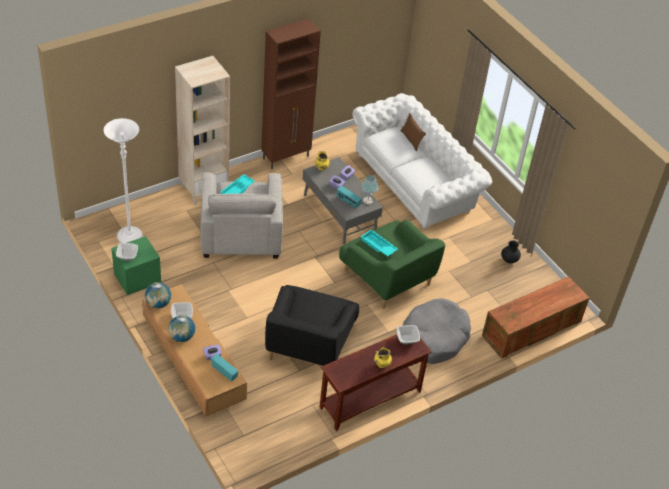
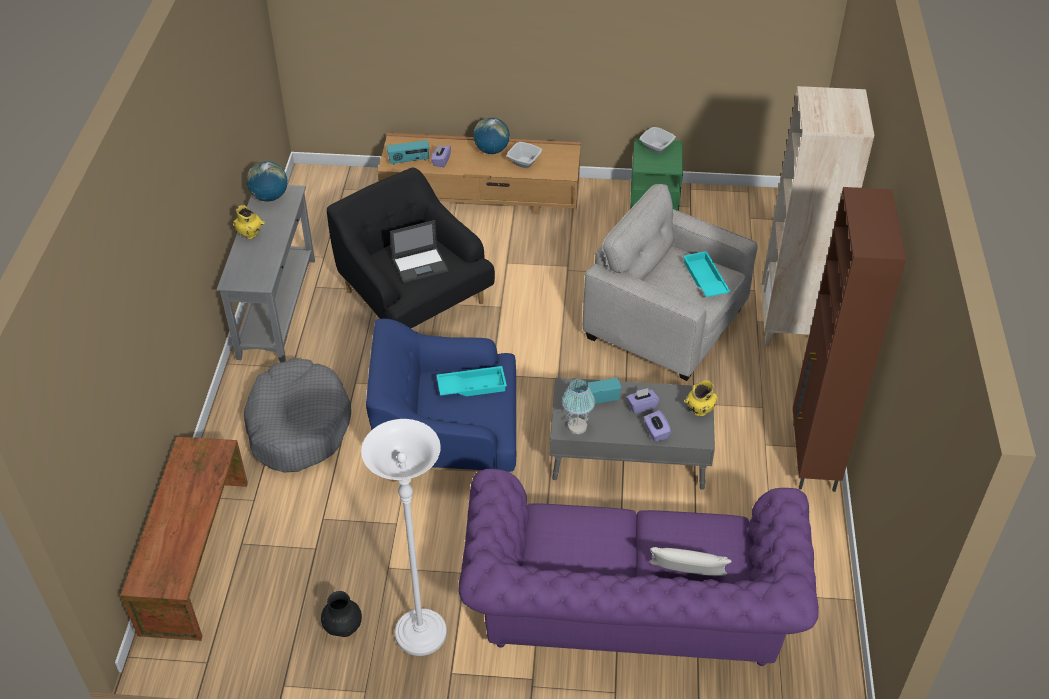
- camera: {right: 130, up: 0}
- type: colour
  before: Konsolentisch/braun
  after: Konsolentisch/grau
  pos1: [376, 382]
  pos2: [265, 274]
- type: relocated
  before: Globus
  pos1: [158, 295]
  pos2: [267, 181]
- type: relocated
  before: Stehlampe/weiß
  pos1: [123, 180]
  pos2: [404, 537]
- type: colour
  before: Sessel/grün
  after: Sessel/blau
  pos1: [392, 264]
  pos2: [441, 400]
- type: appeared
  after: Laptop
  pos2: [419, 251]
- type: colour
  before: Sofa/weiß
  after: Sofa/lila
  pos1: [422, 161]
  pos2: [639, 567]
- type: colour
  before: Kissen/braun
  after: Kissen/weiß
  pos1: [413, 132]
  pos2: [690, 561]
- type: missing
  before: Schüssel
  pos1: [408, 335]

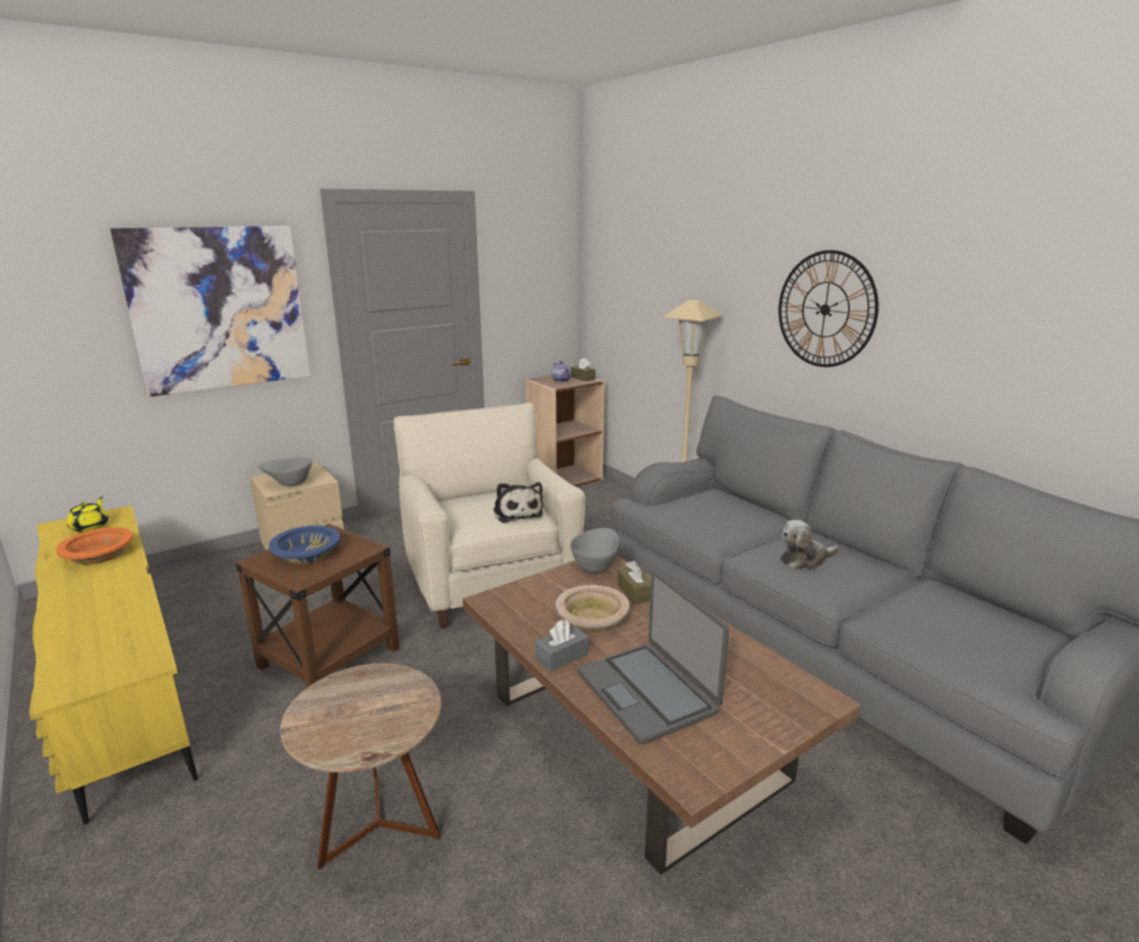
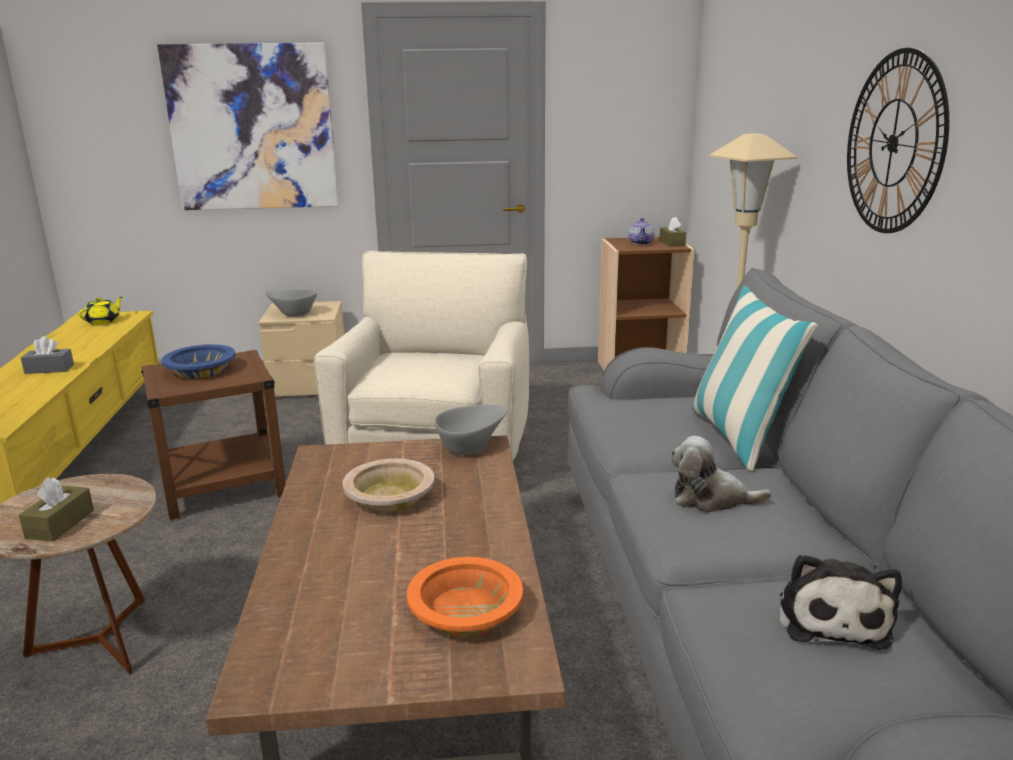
- camera: {right: 30, up: 0}
- type: relocated
  before: Taschentuchbox/braun
  pos1: [634, 583]
  pos2: [56, 509]
- type: relocated
  before: Taschentuchbox/grau
  pos1: [562, 646]
  pos2: [47, 355]
- type: relocated
  before: Schüssel/orange
  pos1: [94, 546]
  pos2: [465, 597]
- type: appeared
  after: Kissen
  pos2: [755, 378]
- type: relocated
  before: Plüschtier
  pos1: [518, 502]
  pos2: [841, 602]
- type: missing
  before: Laptop
  pos1: [653, 657]

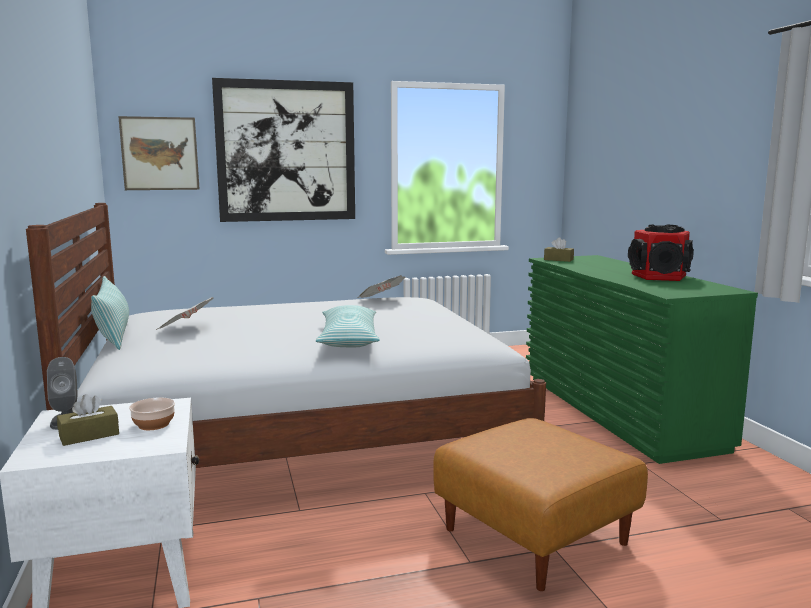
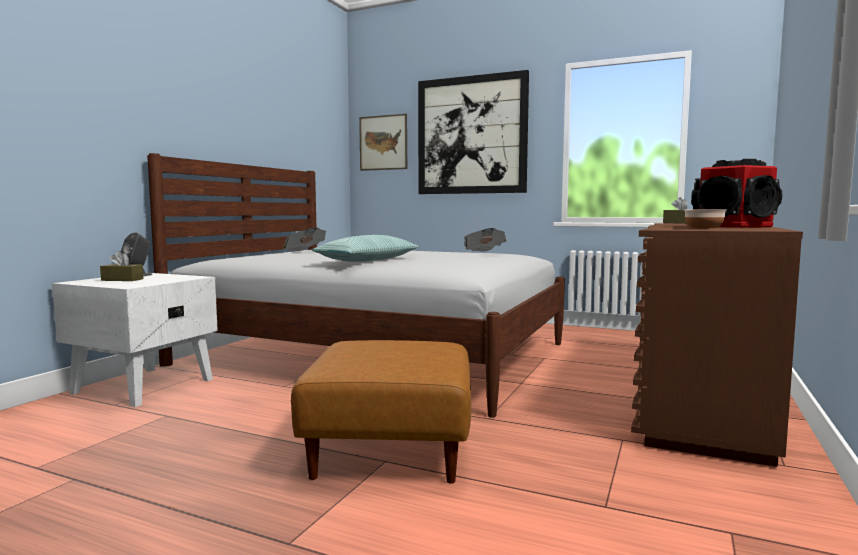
- camera: {right: 40, up: -5}
- type: colour
  before: Kommode/grün
  after: Kommode/braun
  pos1: [642, 359]
  pos2: [717, 345]
- type: relocated
  before: Schüssel
  pos1: [152, 413]
  pos2: [705, 219]
- type: missing
  before: Kissen
  pos1: [110, 313]

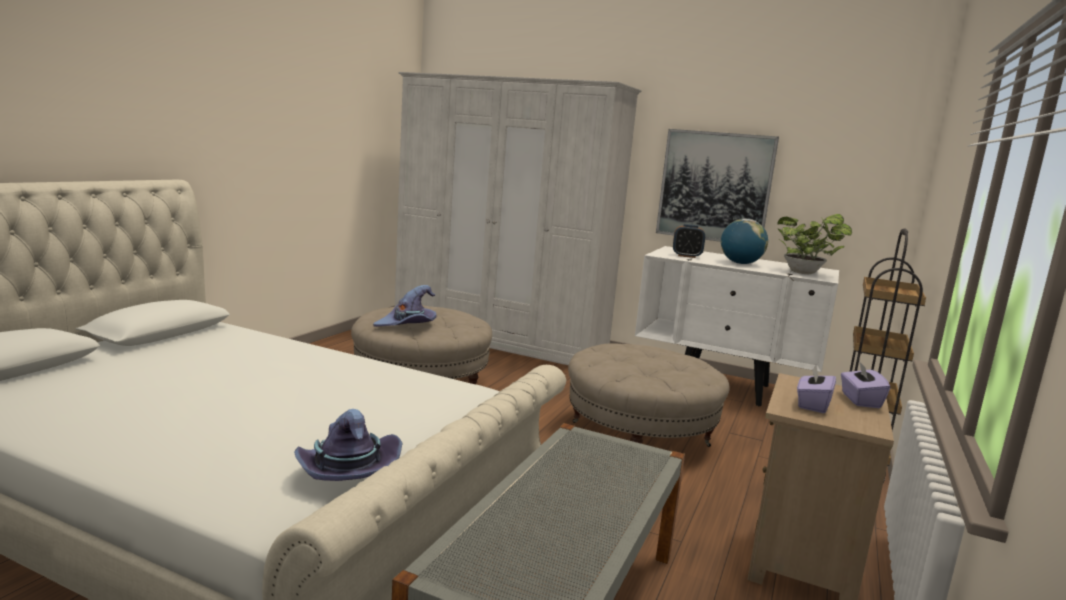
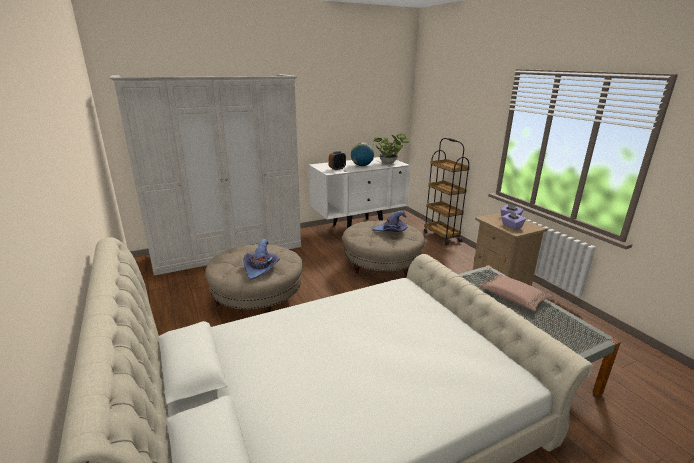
- camera: {right: -50, up: 10}
- type: relocated
  before: Hut/lila
  pos1: [348, 445]
  pos2: [390, 221]
- type: appeared
  after: Kissen/beige
  pos2: [516, 292]
- type: missing
  before: Bild
  pos1: [717, 185]

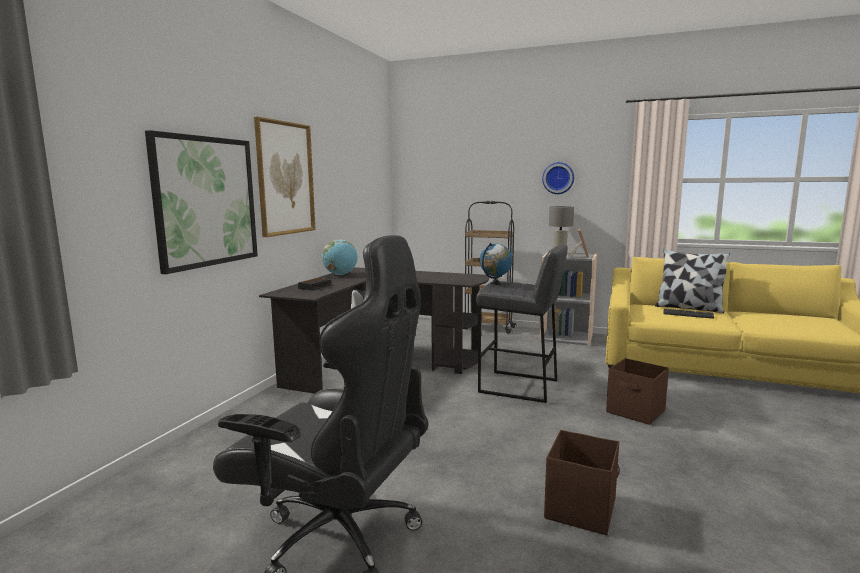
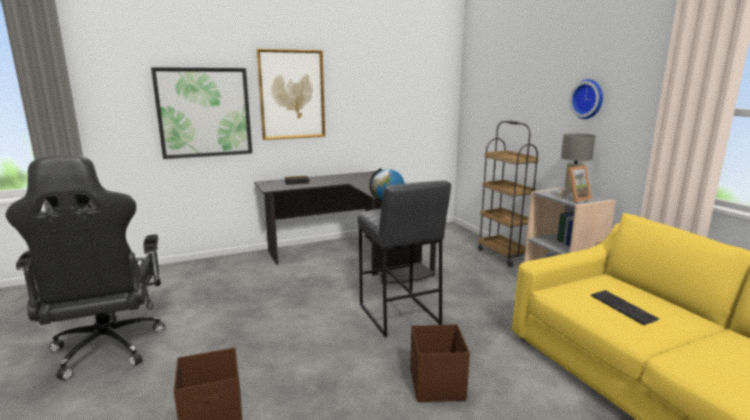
- camera: {right: 45, up: 5}
- type: missing
  before: Globus
  pos1: [339, 257]
- type: missing
  before: Kissen
  pos1: [692, 281]

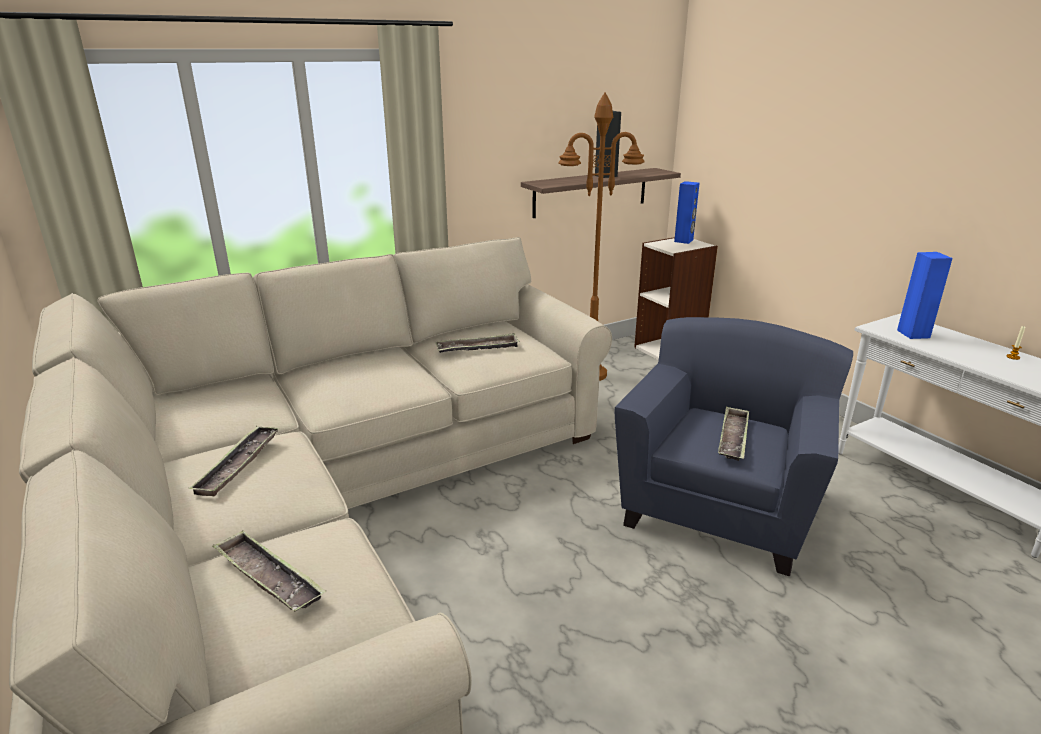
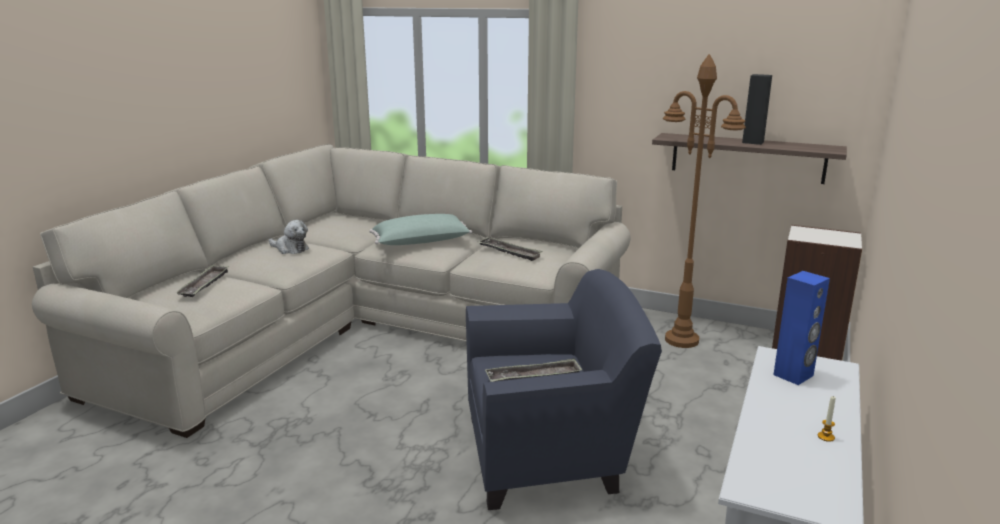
- camera: {right: 55, up: -5}
- type: exchanged
  before: Tablett
  after: Plüschtier
  pos1: [234, 461]
  pos2: [289, 237]
- type: appeared
  after: Kissen/grün
  pos2: [420, 229]
- type: missing
  before: Lautsprecher/blau
  pos1: [687, 212]

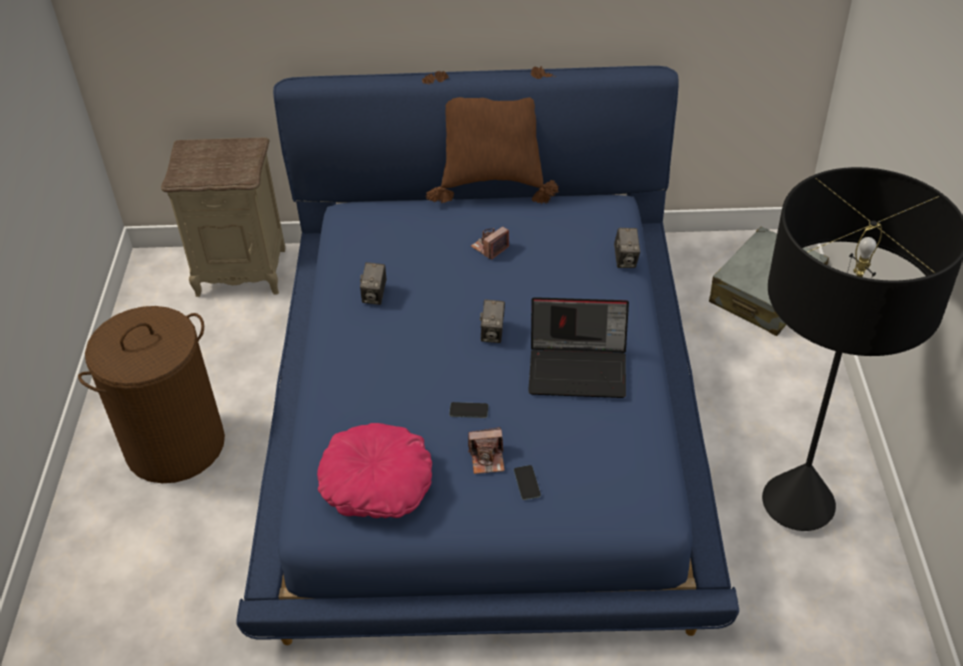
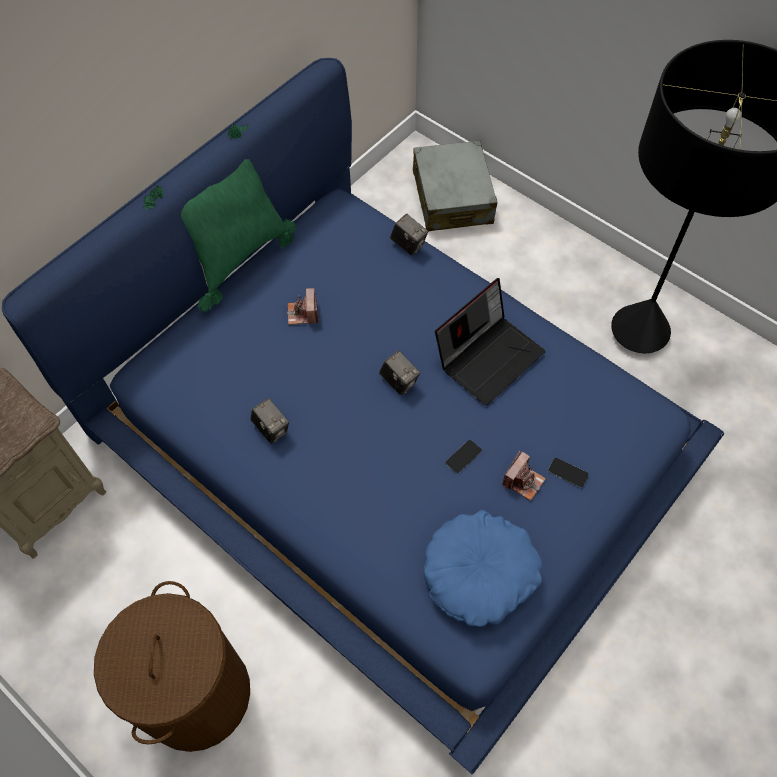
- camera: {right: -50, up: 15}
- type: colour
  before: Kissen/braun
  after: Kissen/grün
  pos1: [490, 135]
  pos2: [220, 217]
- type: colour
  before: Kissen/rosa
  after: Kissen/blau
  pos1: [374, 470]
  pos2: [482, 568]

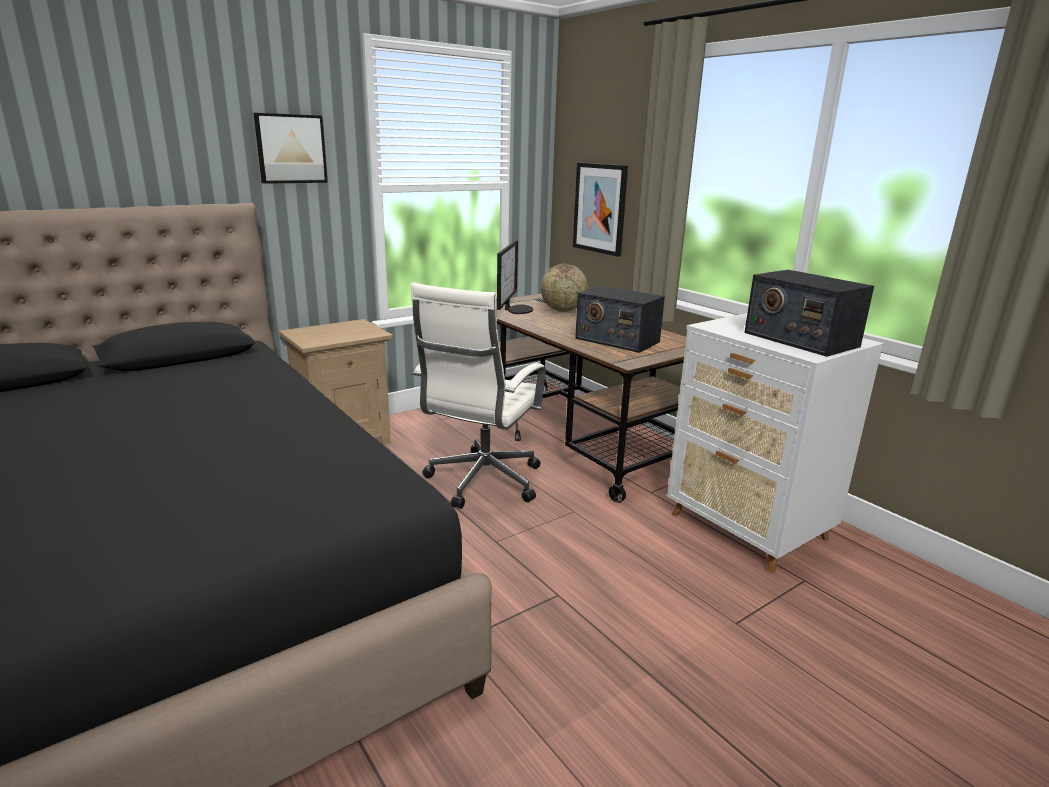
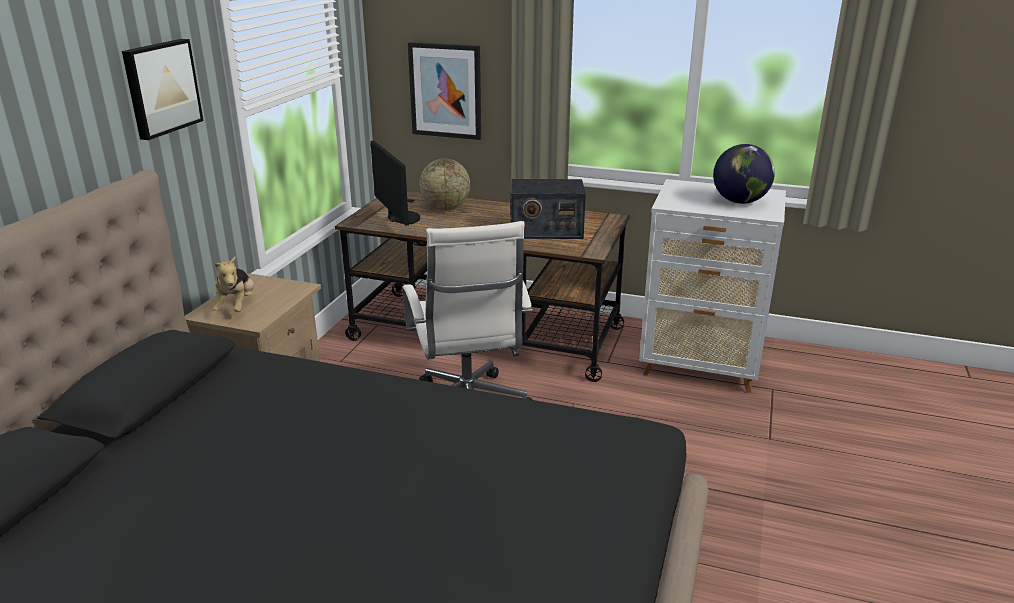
- camera: {right: -35, up: 5}
- type: appeared
  after: Plüschtier
  pos2: [233, 284]
- type: exchanged
  before: Radio
  after: Globus
  pos1: [809, 313]
  pos2: [744, 174]

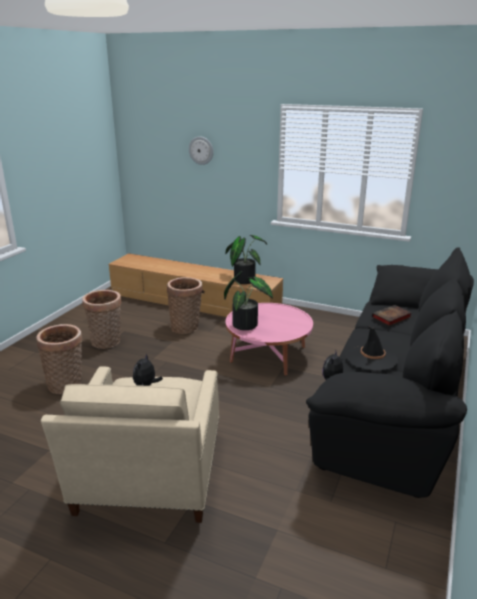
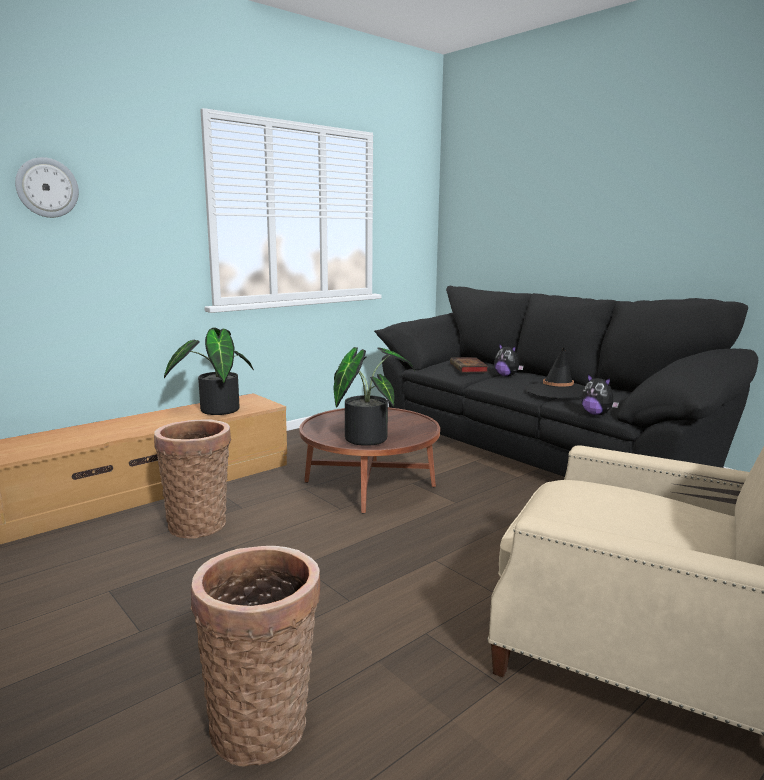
- camera: {right: -65, up: -10}
- type: colour
  before: Couchtisch/rosa
  after: Couchtisch/braun
  pos1: [269, 339]
  pos2: [369, 461]
- type: relocated
  before: Plüschtier
  pos1: [148, 370]
  pos2: [509, 360]
- type: missing
  before: Korb
  pos1: [101, 319]

